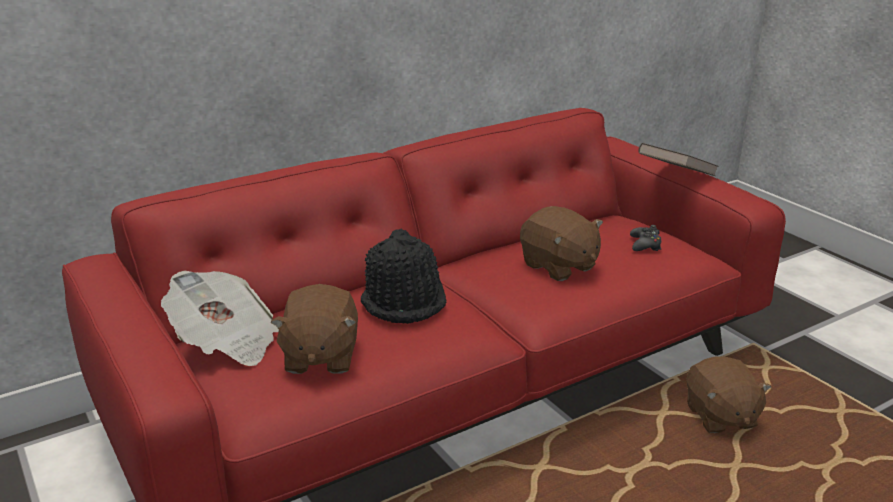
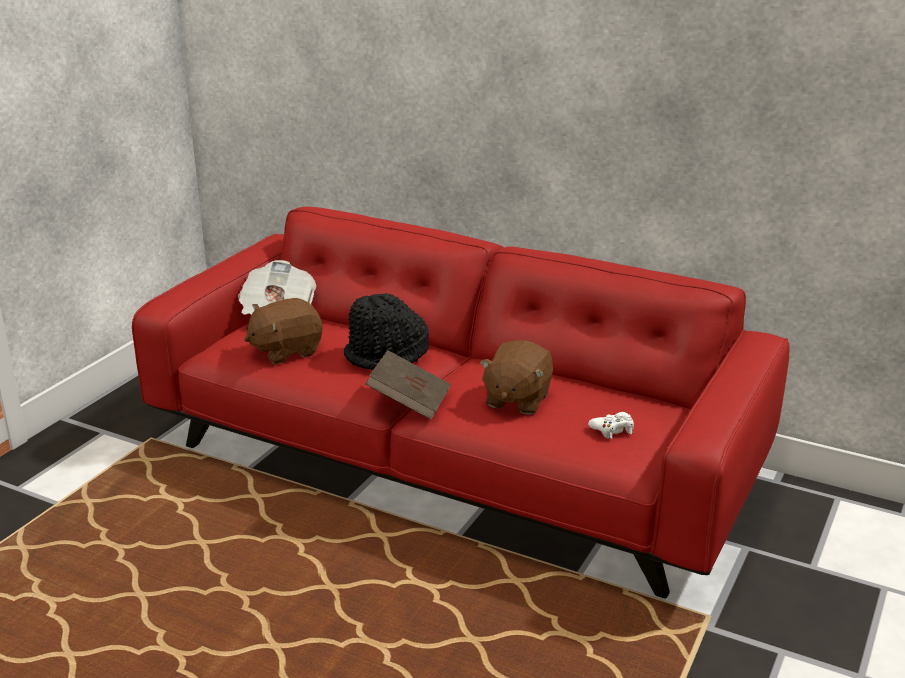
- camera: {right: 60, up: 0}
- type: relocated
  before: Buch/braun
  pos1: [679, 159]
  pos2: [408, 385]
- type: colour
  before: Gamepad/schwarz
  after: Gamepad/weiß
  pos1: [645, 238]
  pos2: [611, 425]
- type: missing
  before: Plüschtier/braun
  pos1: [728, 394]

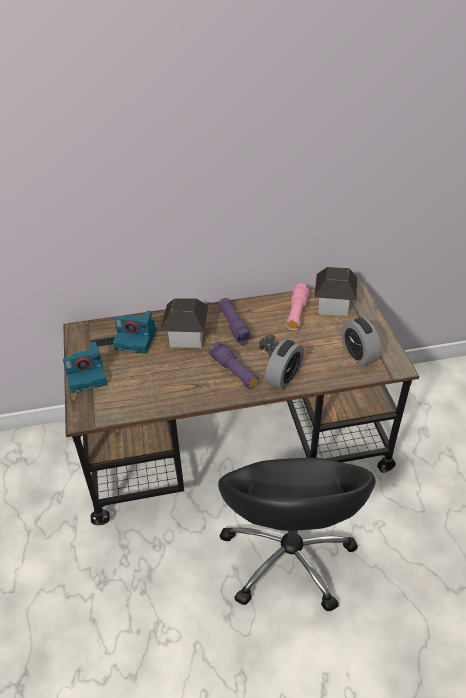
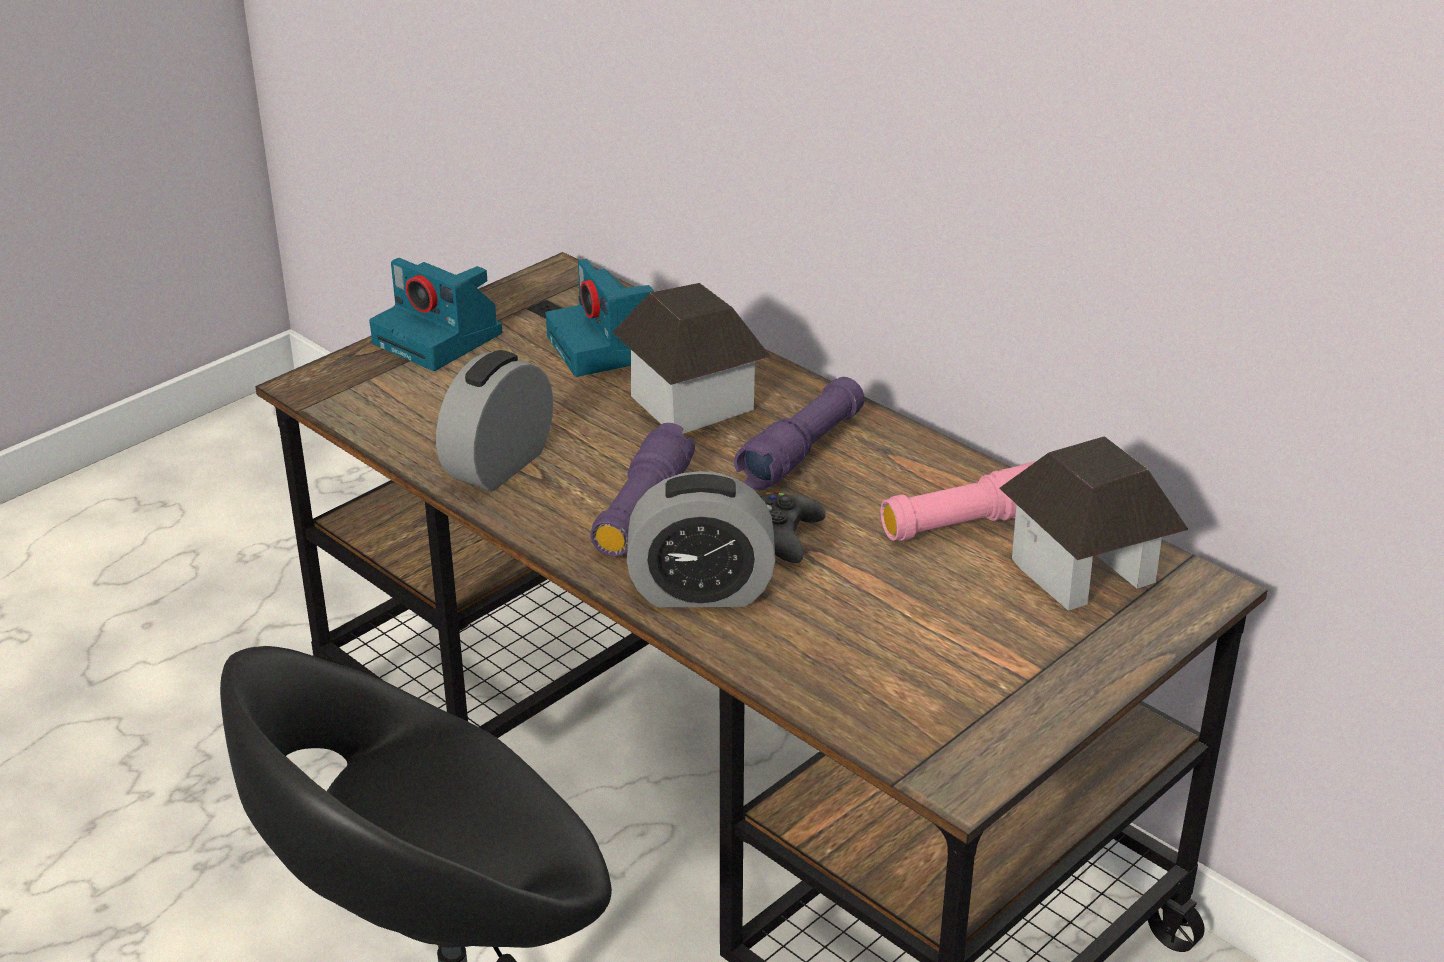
- camera: {right: 55, up: -10}
- type: relocated
  before: Wecker
  pos1: [361, 341]
  pos2: [494, 420]

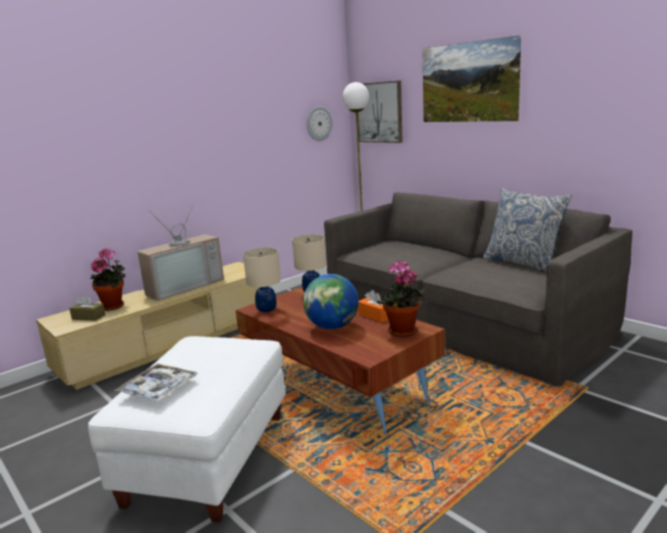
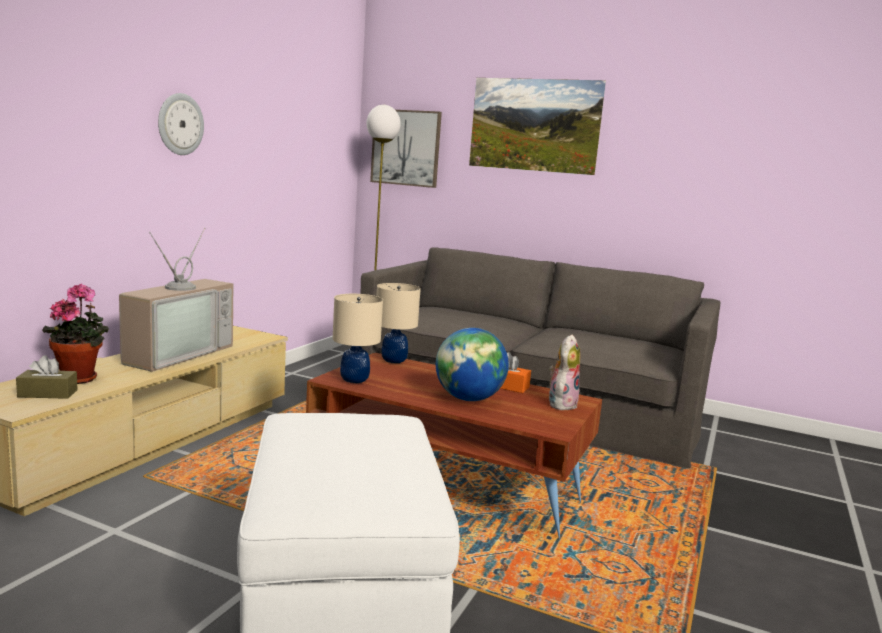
- camera: {right: -25, up: -5}
- type: relocated
  before: Wanduhr
  pos1: [319, 123]
  pos2: [181, 124]
- type: exchanged
  before: Topfpflanze
  after: Plüschtier
  pos1: [401, 298]
  pos2: [565, 372]
- type: missing
  before: Tablett
  pos1: [156, 382]
- type: missing
  before: Kissen
  pos1: [527, 230]

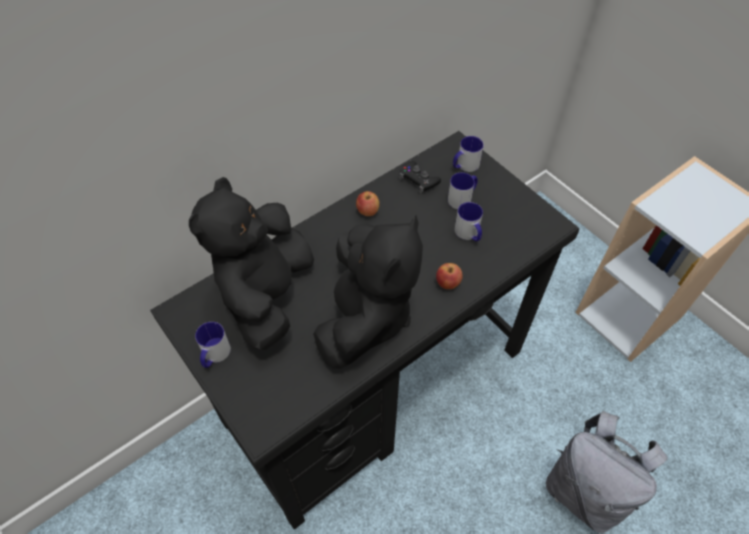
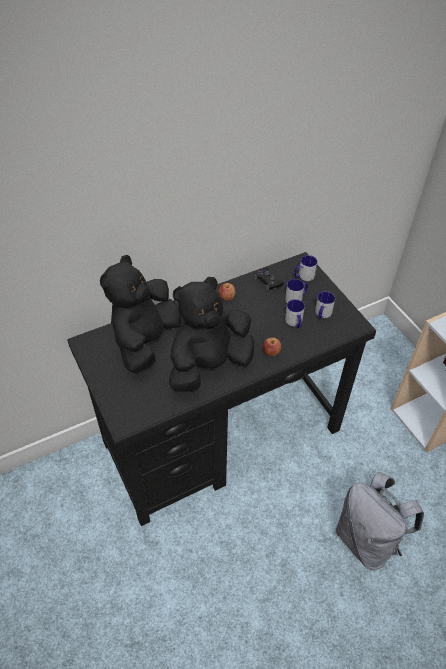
- camera: {right: 10, up: -5}
- type: spun
  before: Plüschtier/schwarz
  pos1: [368, 291]
  pos2: [211, 334]
  turn: -150
- type: relocated
  before: Henkelbecher
  pos1: [213, 345]
  pos2: [325, 305]

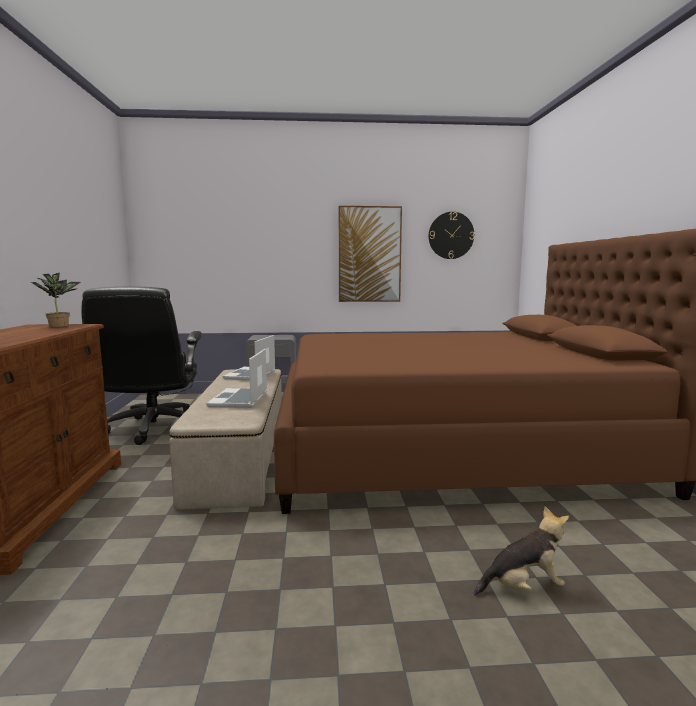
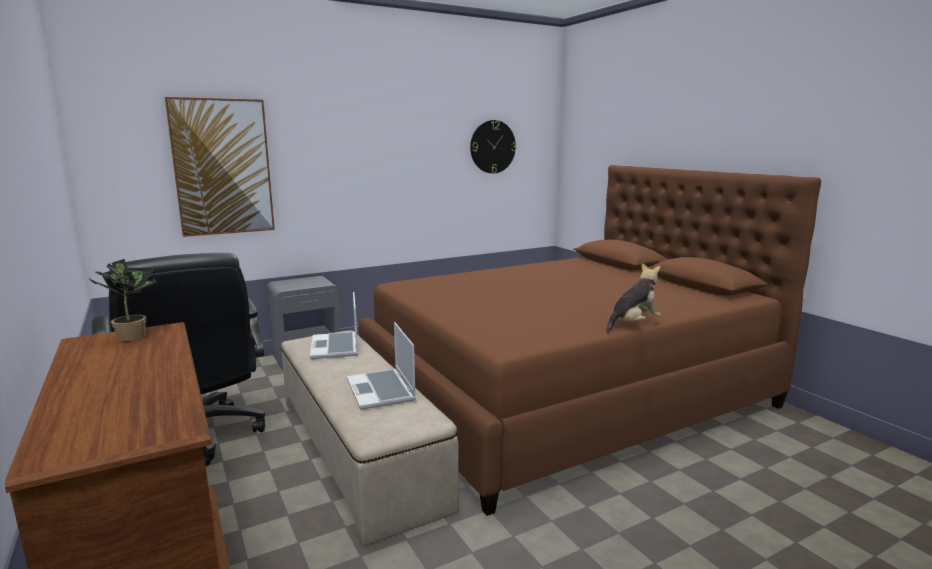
- camera: {right: -25, up: 5}
- type: relocated
  before: Bild
  pos1: [370, 254]
  pos2: [220, 167]
- type: relocated
  before: Plüschtier
  pos1: [521, 551]
  pos2: [633, 298]

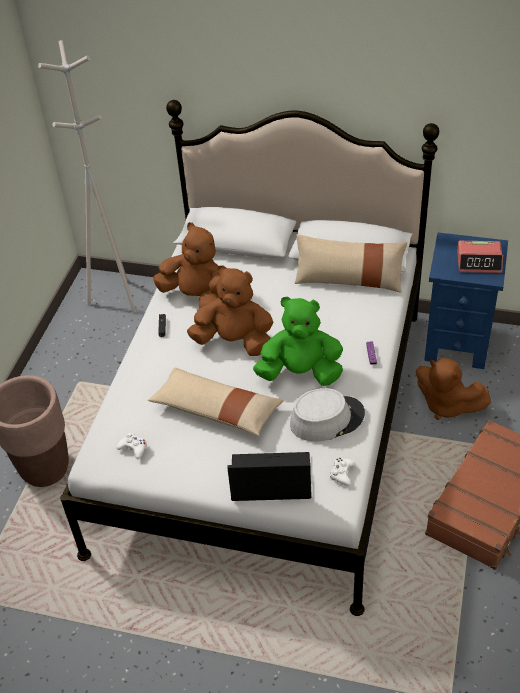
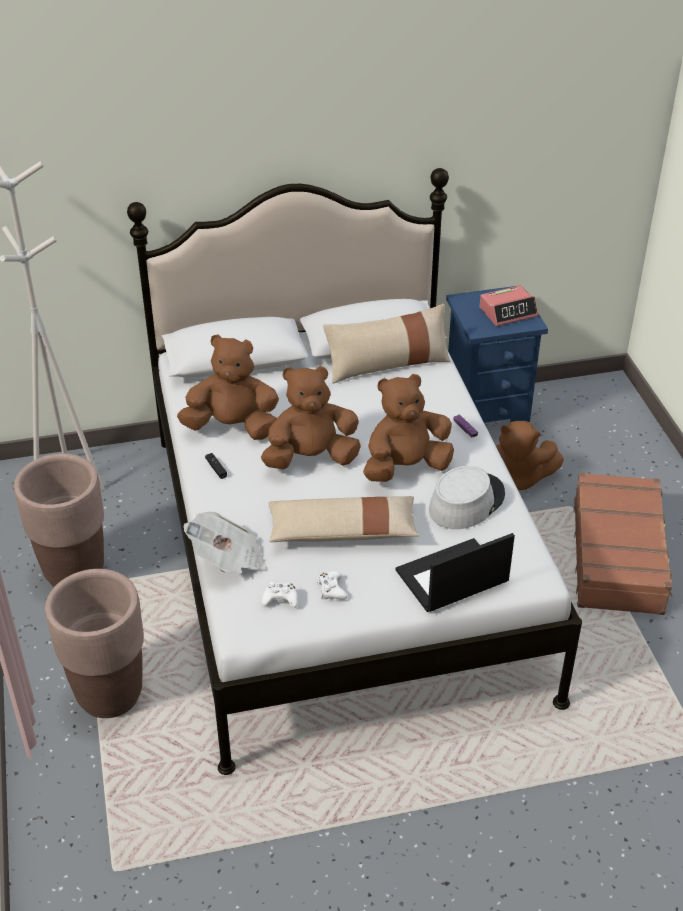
- camera: {right: -30, up: -5}
- type: appeared
  after: Pflanzkübel/braun
  pos2: [59, 520]
- type: appeared
  after: Zeitung
  pos2: [225, 543]
- type: relocated
  before: Gamepad/weiß
  pos1: [343, 472]
  pos2: [332, 585]
- type: colour
  before: Plüschtier/grün
  after: Plüschtier/braun
  pos1: [298, 341]
  pos2: [408, 428]

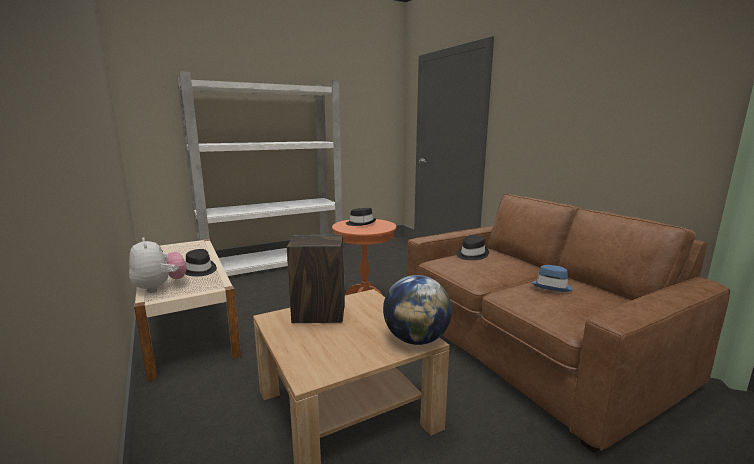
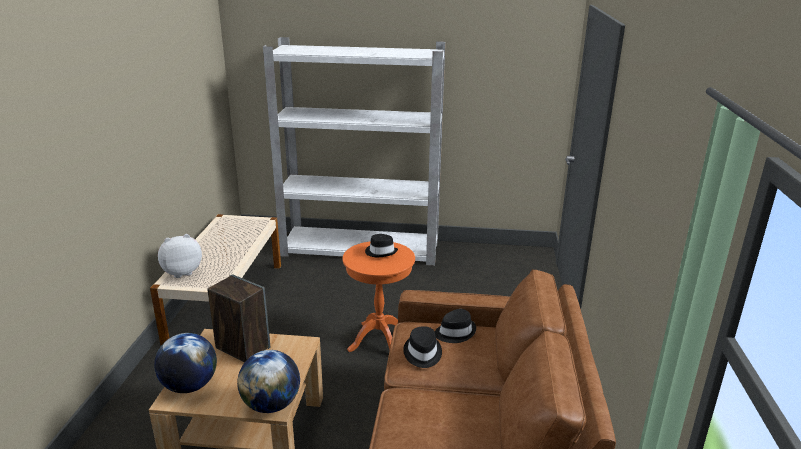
- camera: {right: 35, up: 10}
- type: appeared
  after: Globus
  pos2: [185, 363]
- type: spun
  before: Plüschtier
  pos1: [158, 265]
  pos2: [180, 256]
  turn: -120
- type: relocated
  before: Hut/schwarz
  pos1: [201, 263]
  pos2: [422, 347]
- type: missing
  before: Hut/blau
  pos1: [552, 278]

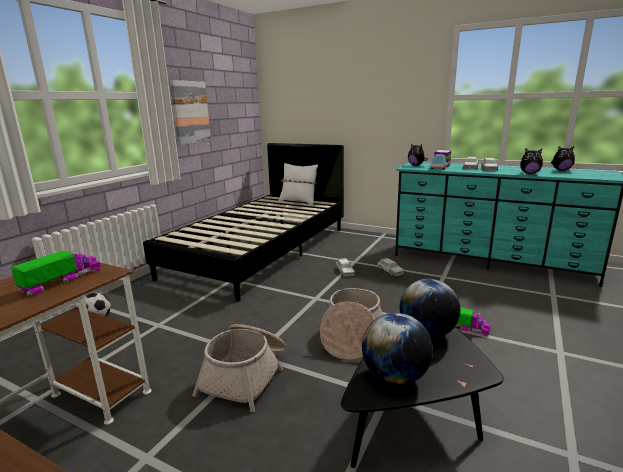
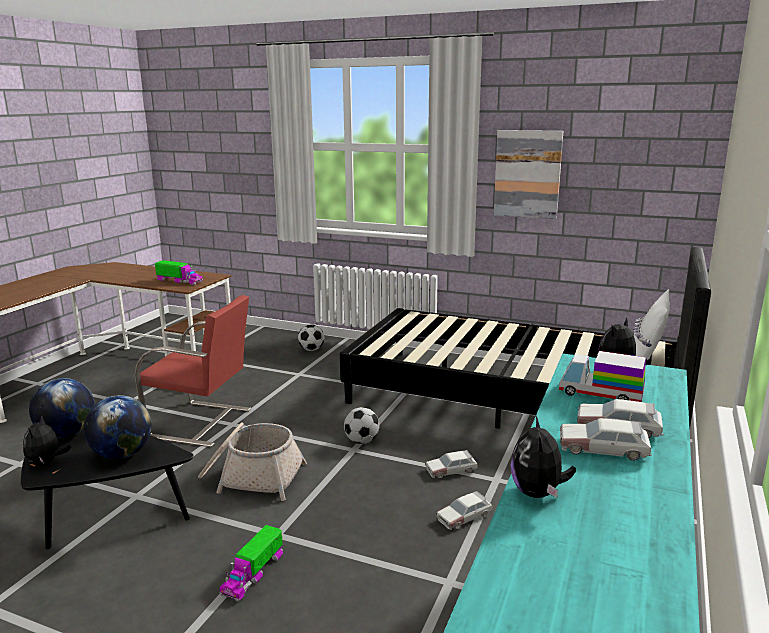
- camera: {right: 85, up: 0}
- type: relocated
  before: Plüschtier
  pos1: [563, 158]
  pos2: [47, 440]
- type: exchanged
  before: Korb
  after: Stuhl/rot
  pos1: [239, 368]
  pos2: [192, 371]
- type: appeared
  after: Fußball
  pos2: [361, 425]

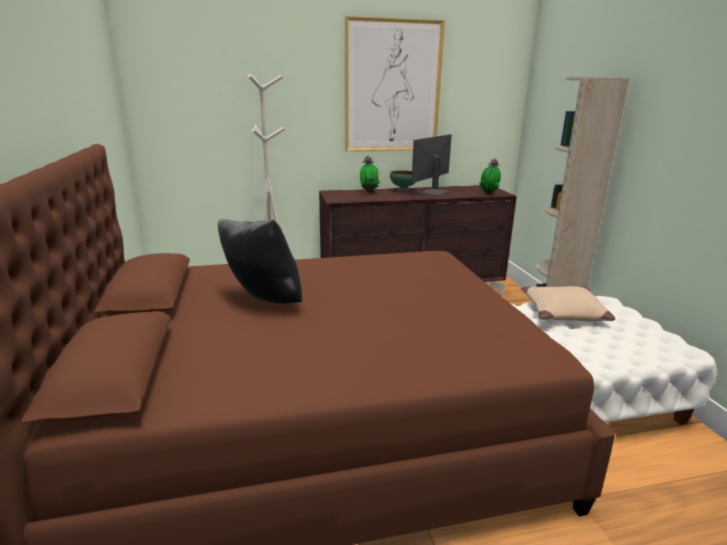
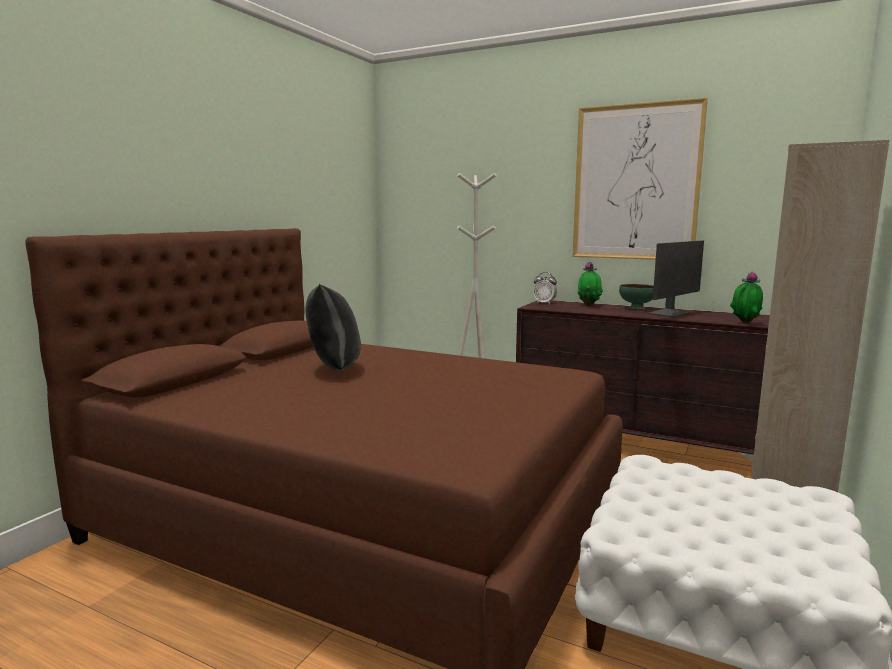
- camera: {right: 40, up: -10}
- type: appeared
  after: Wecker
  pos2: [545, 288]
- type: spun
  before: Monitor
  pos1: [432, 165]
  pos2: [676, 278]
  turn: 150
- type: missing
  before: Kissen/beige
  pos1: [568, 303]

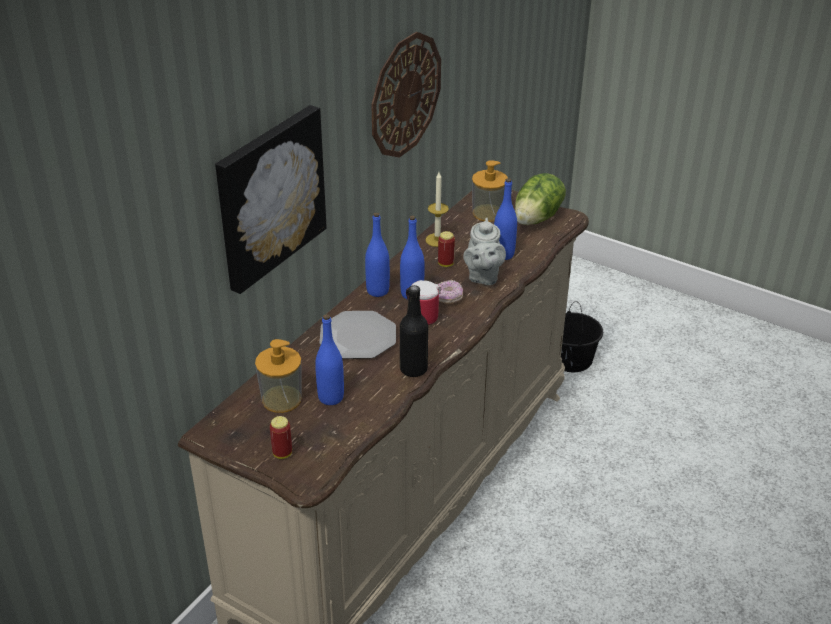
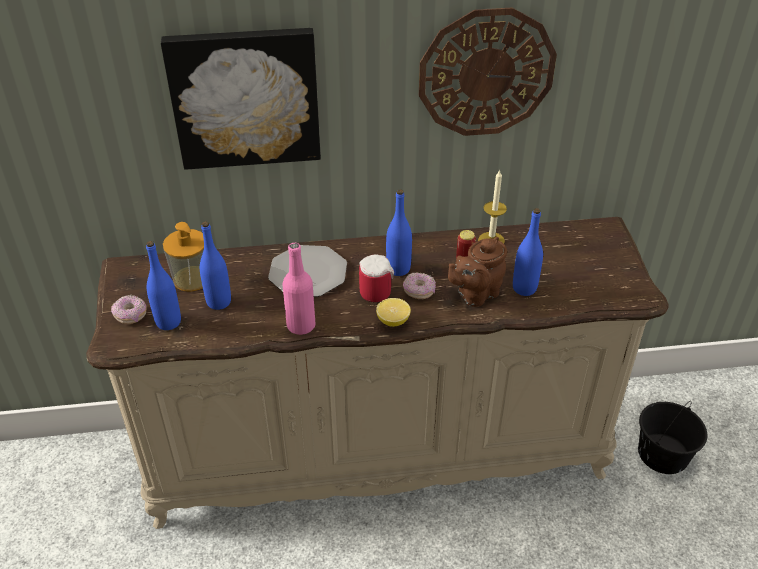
- camera: {right: 50, up: 5}
- type: exchanged
  before: Dose
  after: Donut
  pos1: [281, 437]
  pos2: [129, 309]
- type: relocated
  before: Flasche/blau
  pos1: [377, 255]
  pos2: [163, 285]
- type: colour
  before: Flasche/schwarz
  after: Flasche/rosa
  pos1: [414, 331]
  pos2: [299, 289]
- type: appeared
  after: Zitrone
  pos2: [393, 312]
- type: colour
  before: Teekanne/grau
  after: Teekanne/braun
  pos1: [484, 251]
  pos2: [477, 272]
- type: missing
  before: Seifenspender
  pos1: [490, 191]
- type: missing
  before: Salatkopf
  pos1: [540, 199]

